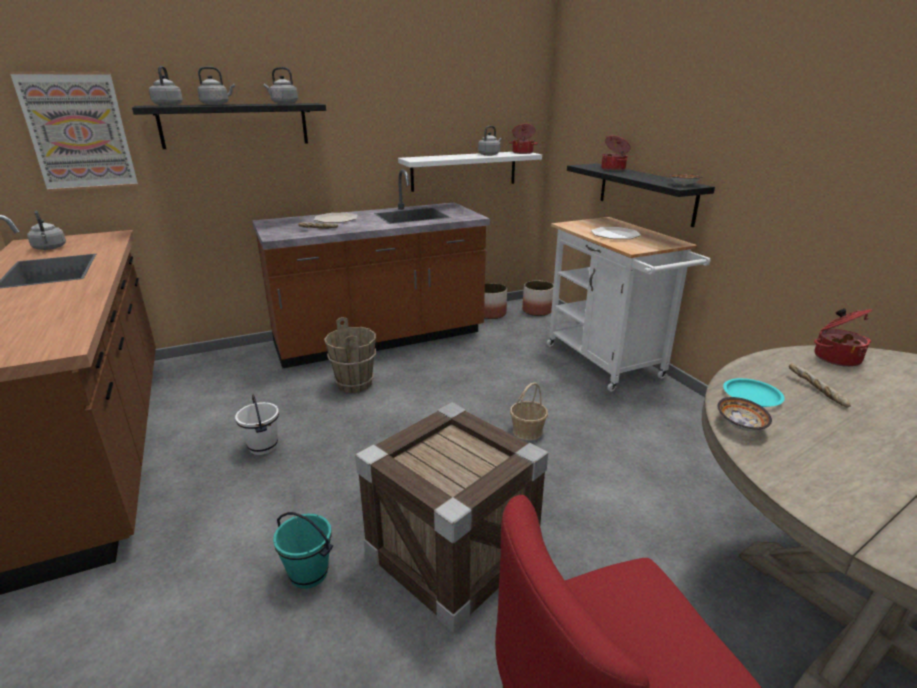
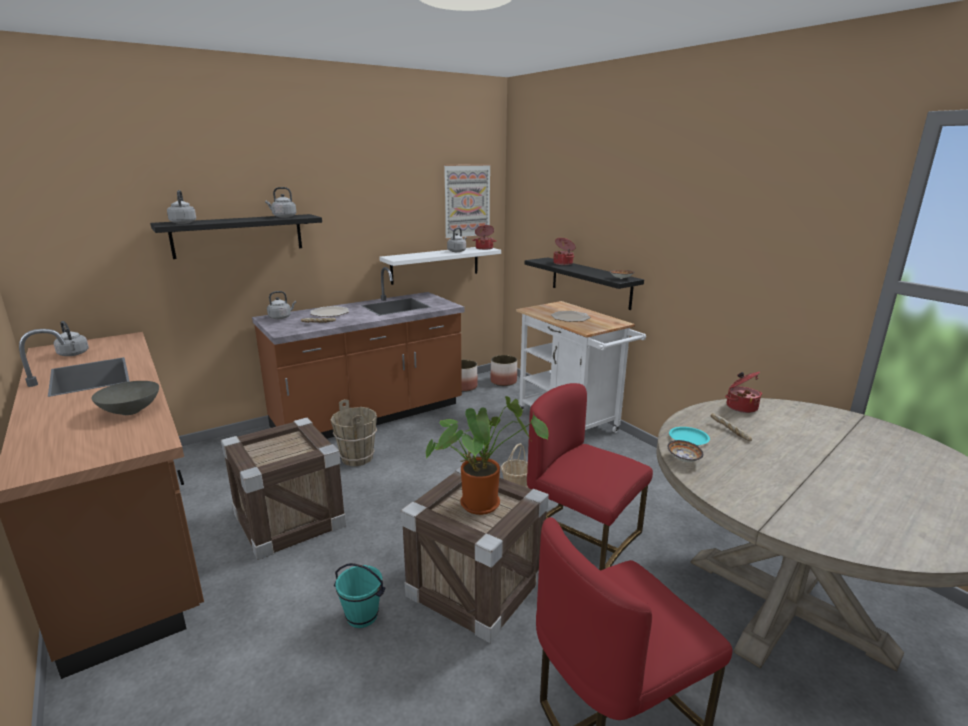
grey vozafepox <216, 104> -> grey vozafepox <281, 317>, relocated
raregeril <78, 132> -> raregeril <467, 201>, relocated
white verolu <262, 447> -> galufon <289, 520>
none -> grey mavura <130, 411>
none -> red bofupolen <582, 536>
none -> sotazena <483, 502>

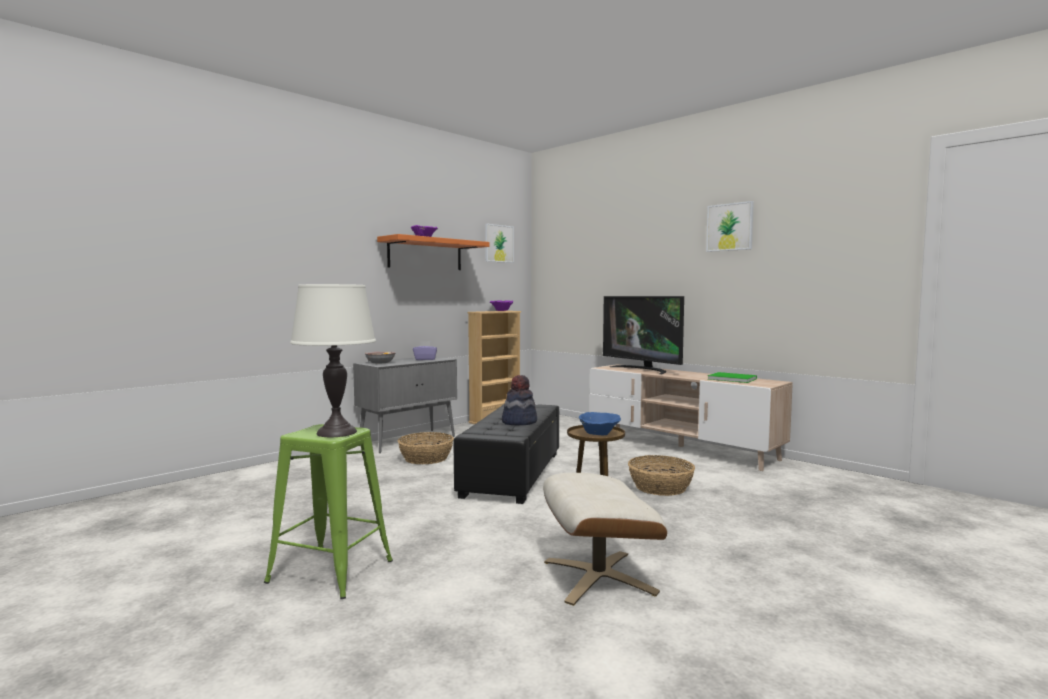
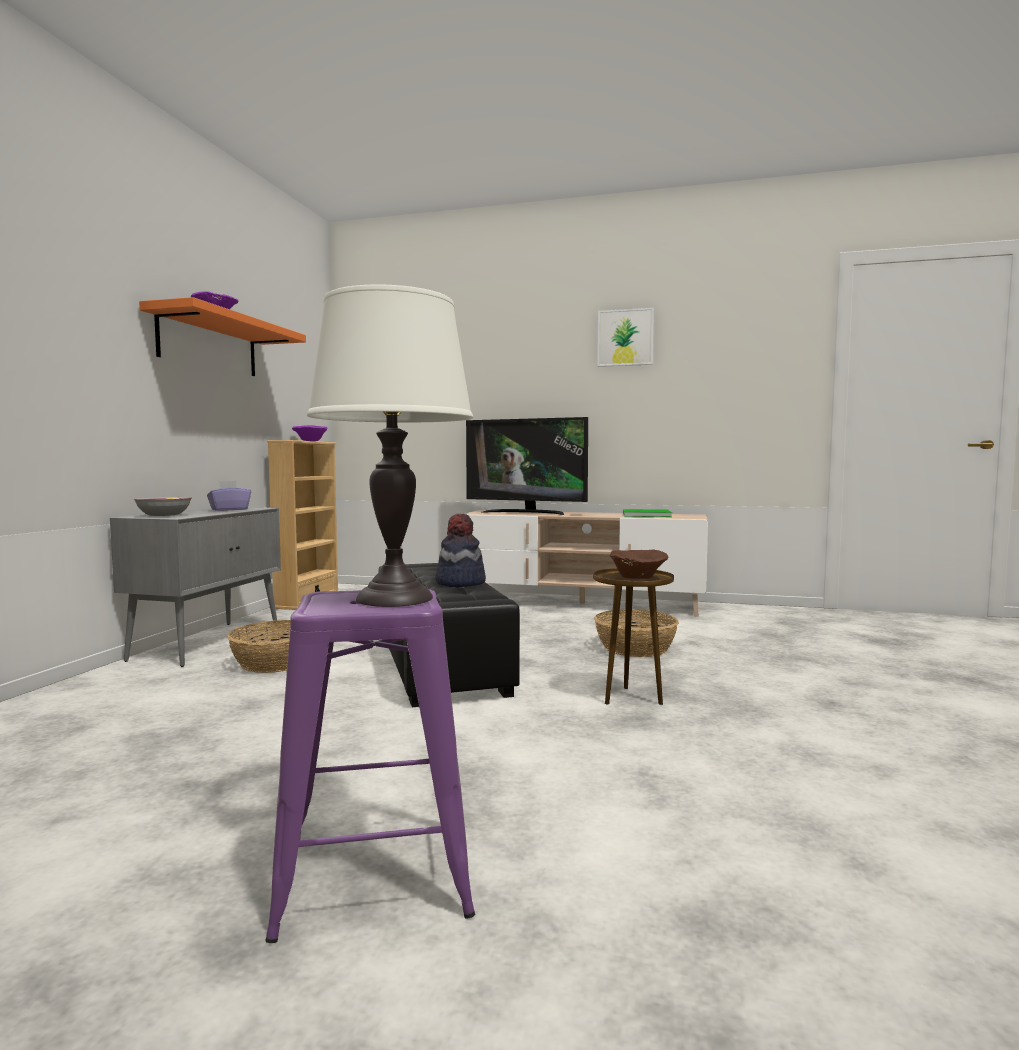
raregeril <498, 243> -> none
blue mavura <599, 434> -> brown mavura <639, 578>
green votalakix <330, 571> -> purple votalakix <372, 875>
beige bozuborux <598, 577> -> none

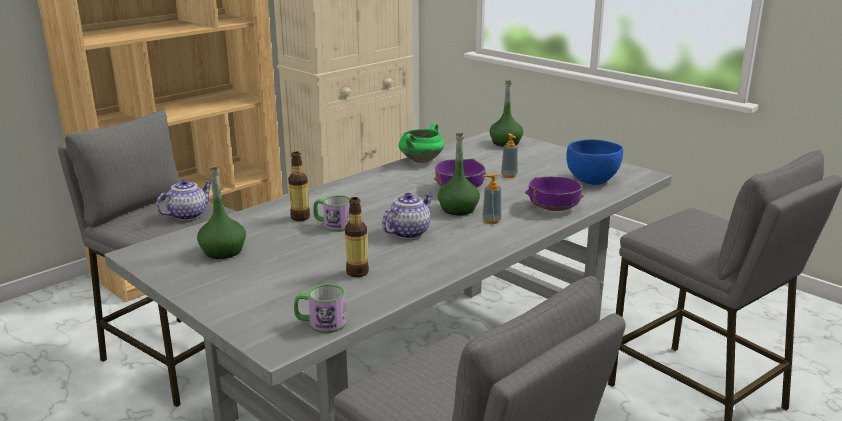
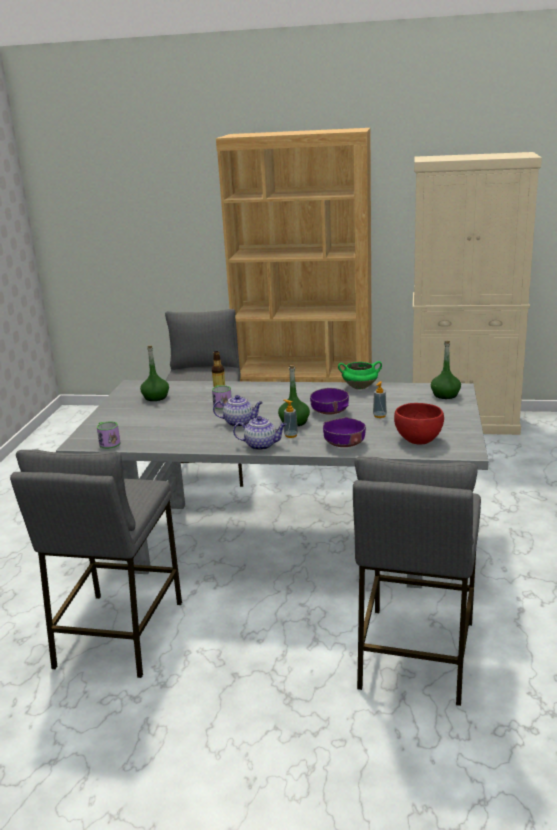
blue mavura <592, 181> -> red mavura <419, 440>
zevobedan <188, 215> -> zevobedan <261, 445>, relocated
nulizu <357, 272> -> none

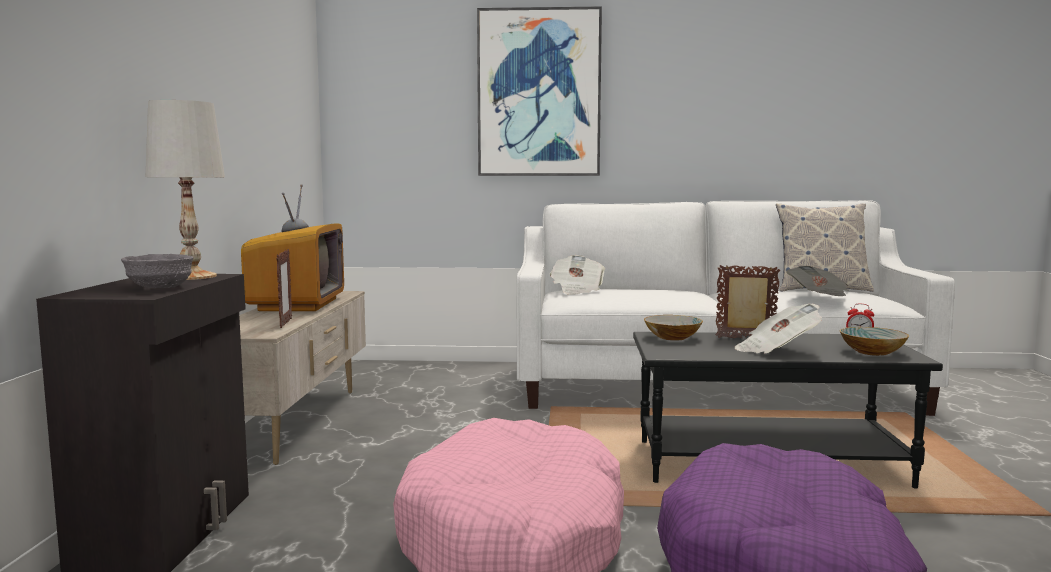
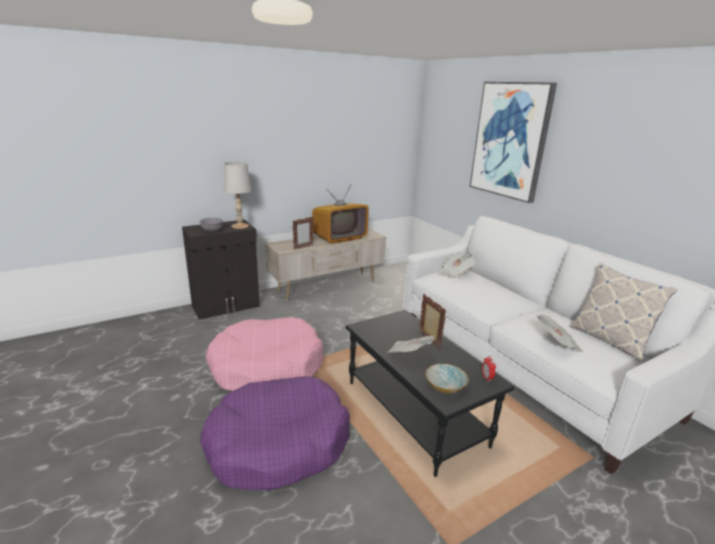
mavura <672, 338> -> none

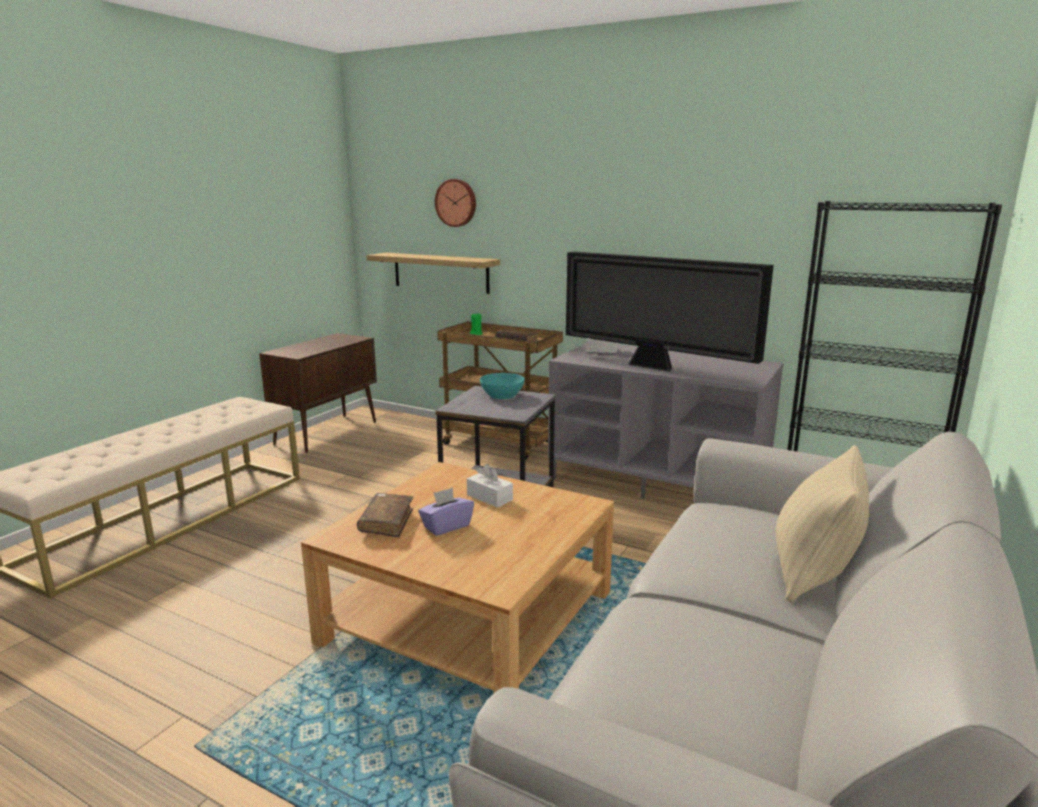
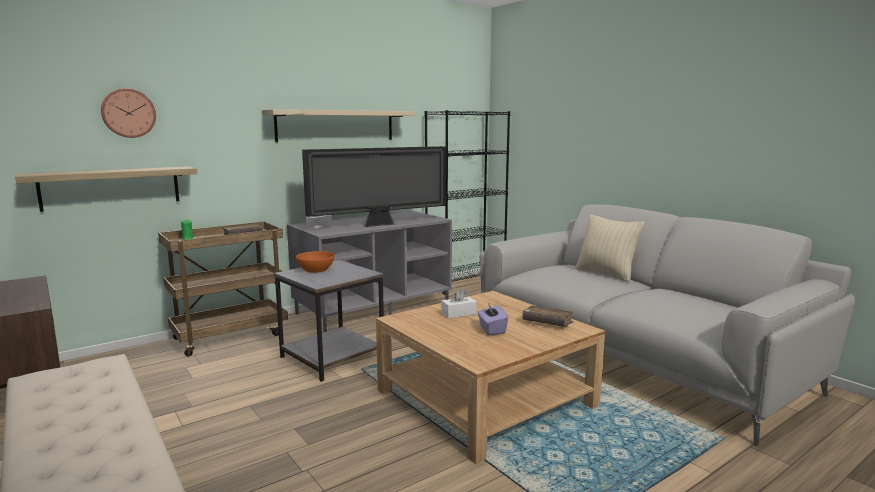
turquoise mavura <502, 395> -> orange mavura <316, 270>
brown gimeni <386, 522> -> brown gimeni <547, 323>, relocated
none -> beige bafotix <336, 125>

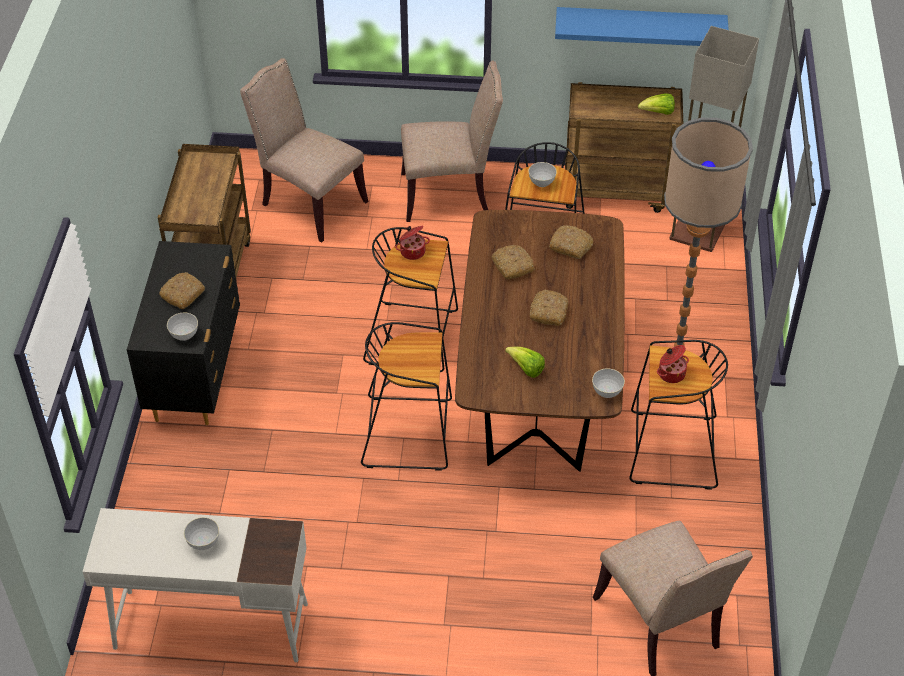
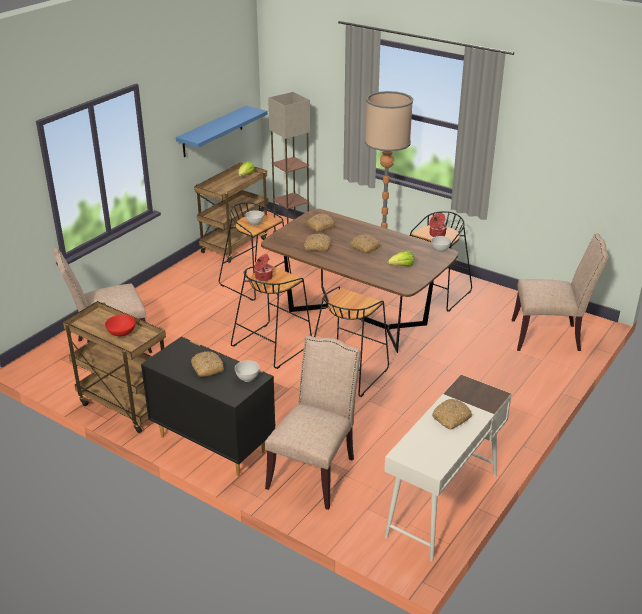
beige bofupolen <449, 194> -> beige bofupolen <314, 471>, relocated
grey mavura <203, 542> -> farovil <451, 418>
none -> red mavura <121, 333>

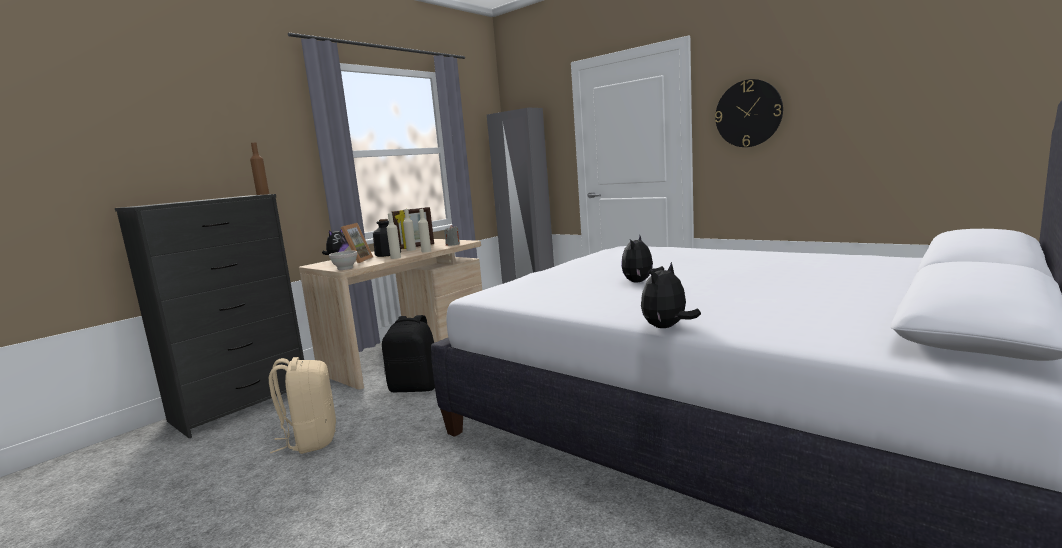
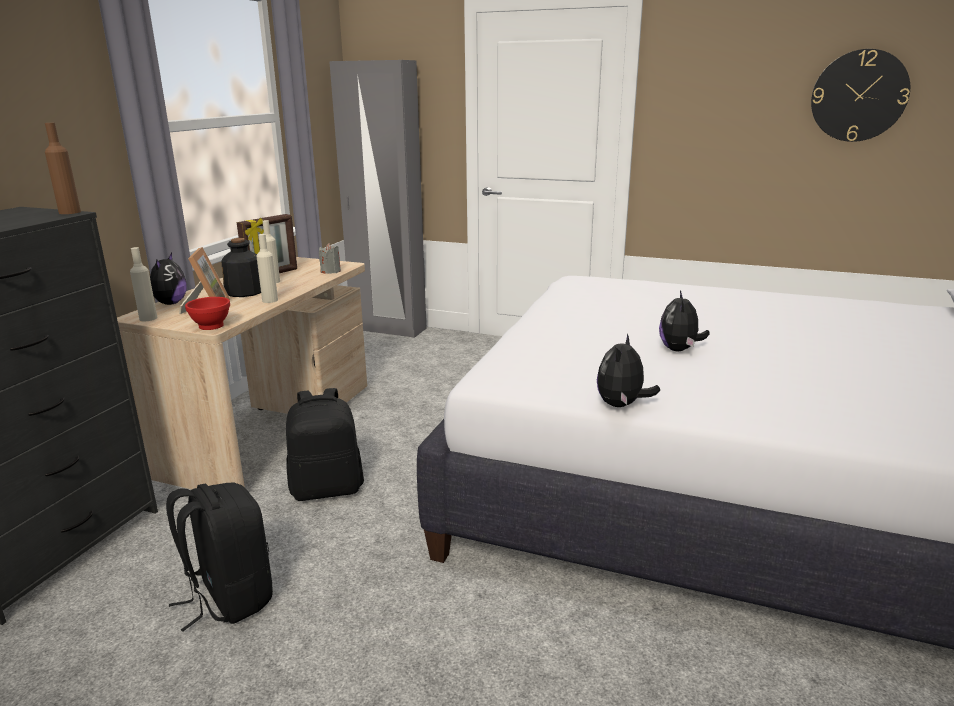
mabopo <748, 113> -> mabopo <859, 96>, relocated
beige nulizu <426, 251> -> beige nulizu <148, 318>, relocated
white mavura <345, 268> -> red mavura <211, 326>
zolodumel <667, 327> -> zolodumel <622, 405>, relocated
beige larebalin <310, 440> -> black larebalin <229, 598>

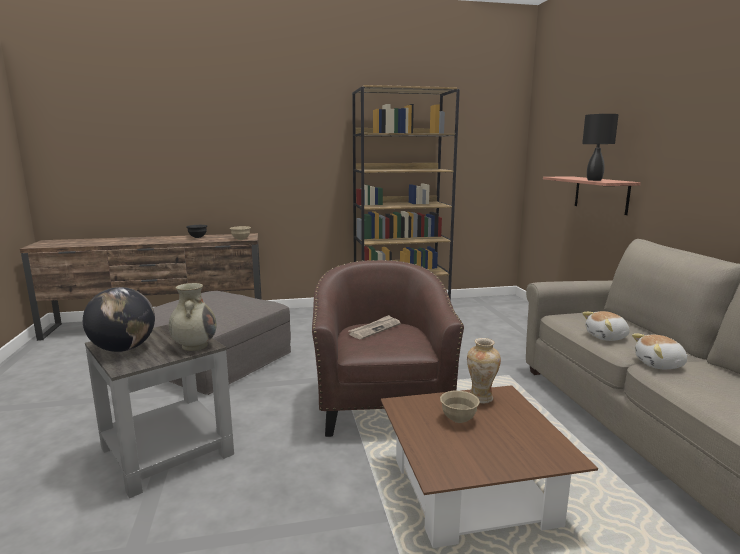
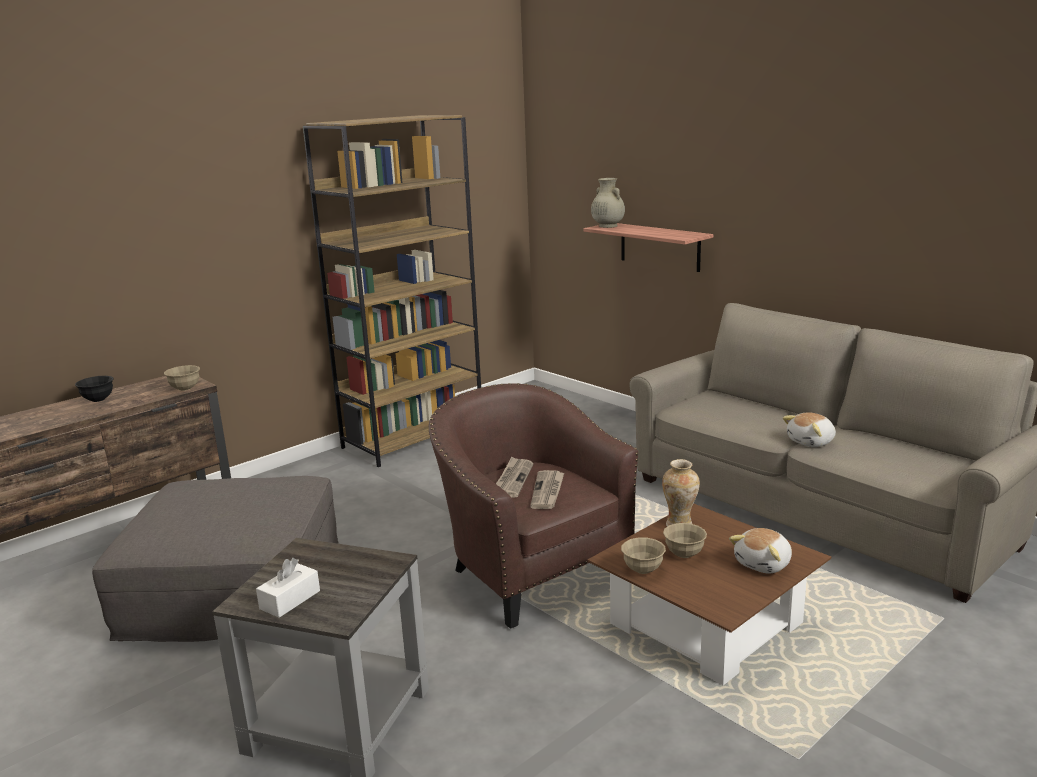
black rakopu <594, 180> -> none
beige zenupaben <194, 345> -> beige zenupaben <607, 226>, relocated
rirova <124, 349> -> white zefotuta <290, 600>
zolodumel <607, 337> -> zolodumel <764, 564>, relocated
none -> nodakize <548, 491>
none -> beige mavura <643, 570>

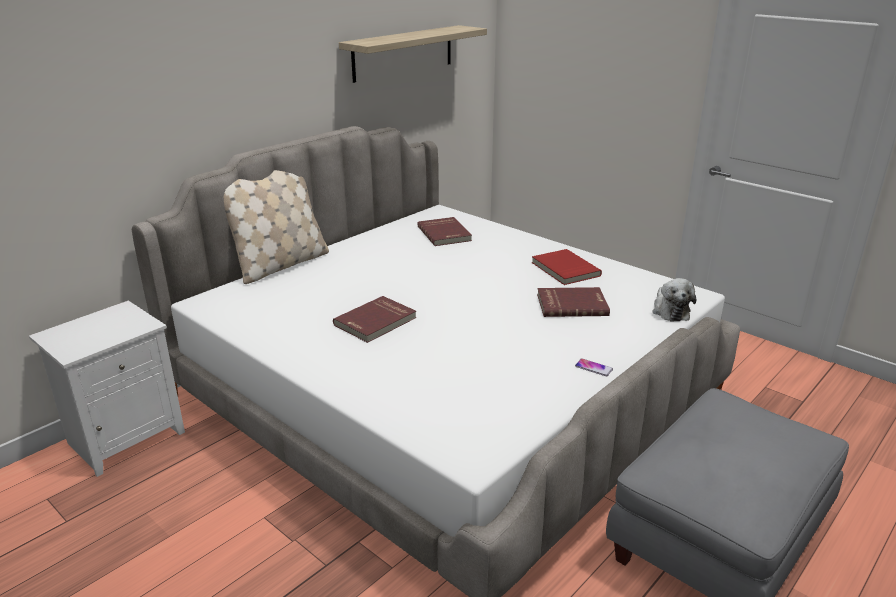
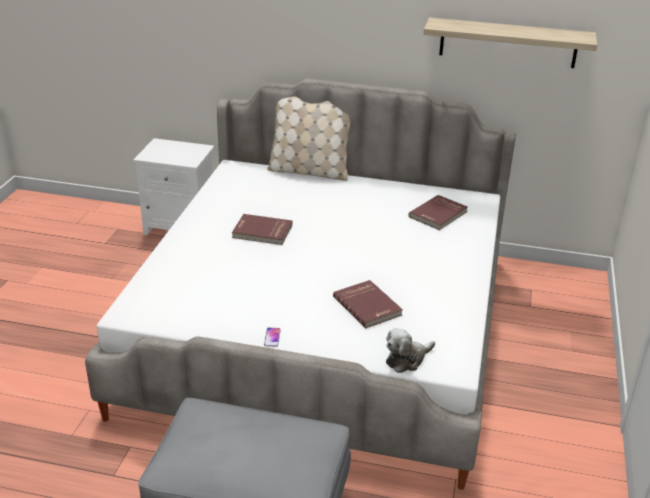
red gimeni <564, 269> -> none

